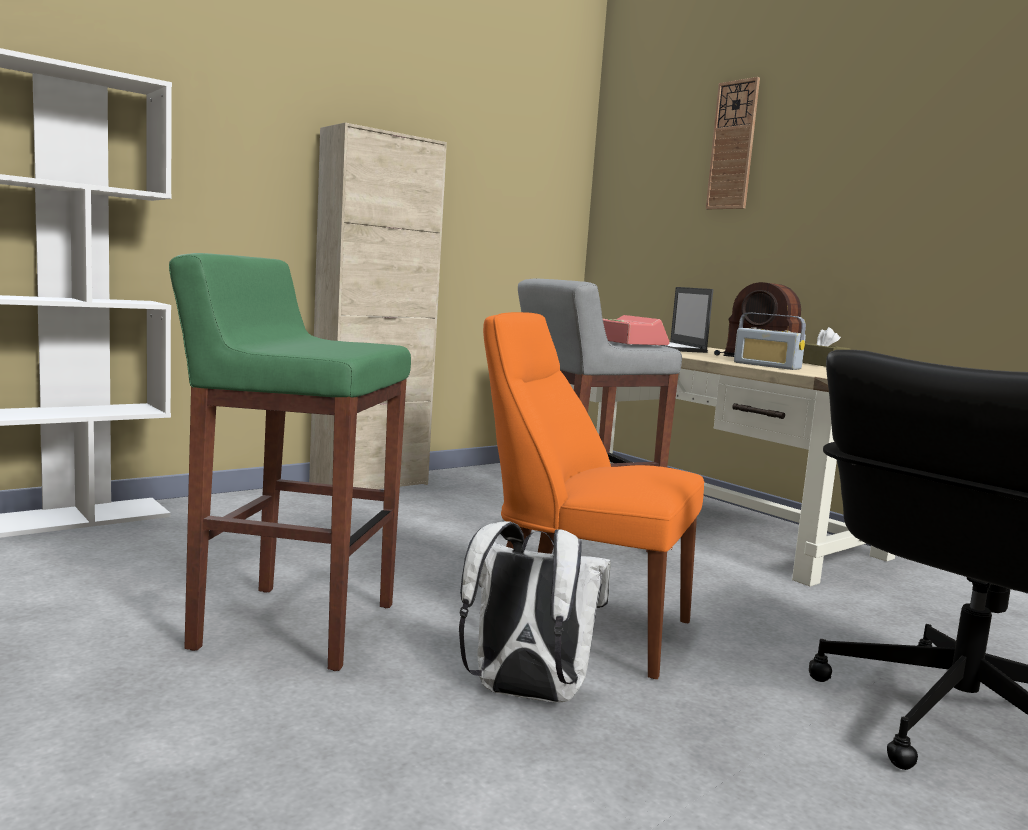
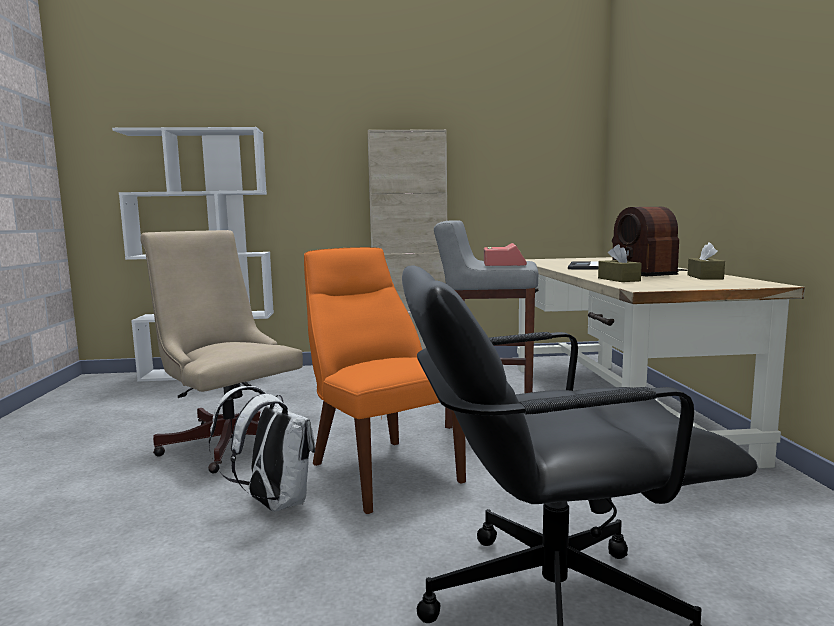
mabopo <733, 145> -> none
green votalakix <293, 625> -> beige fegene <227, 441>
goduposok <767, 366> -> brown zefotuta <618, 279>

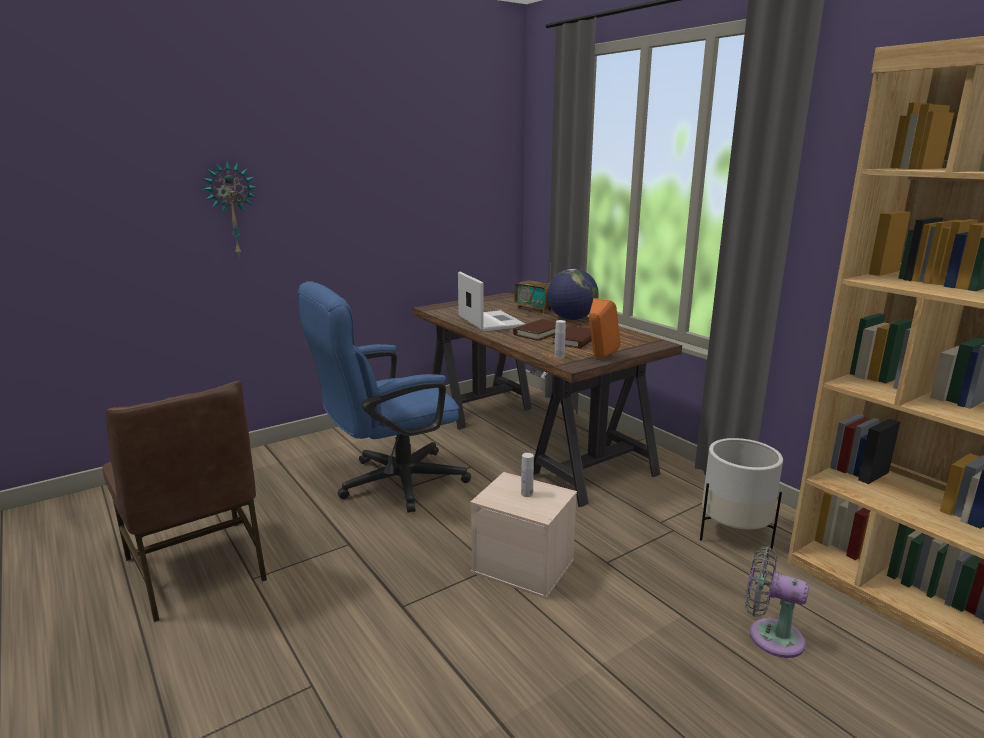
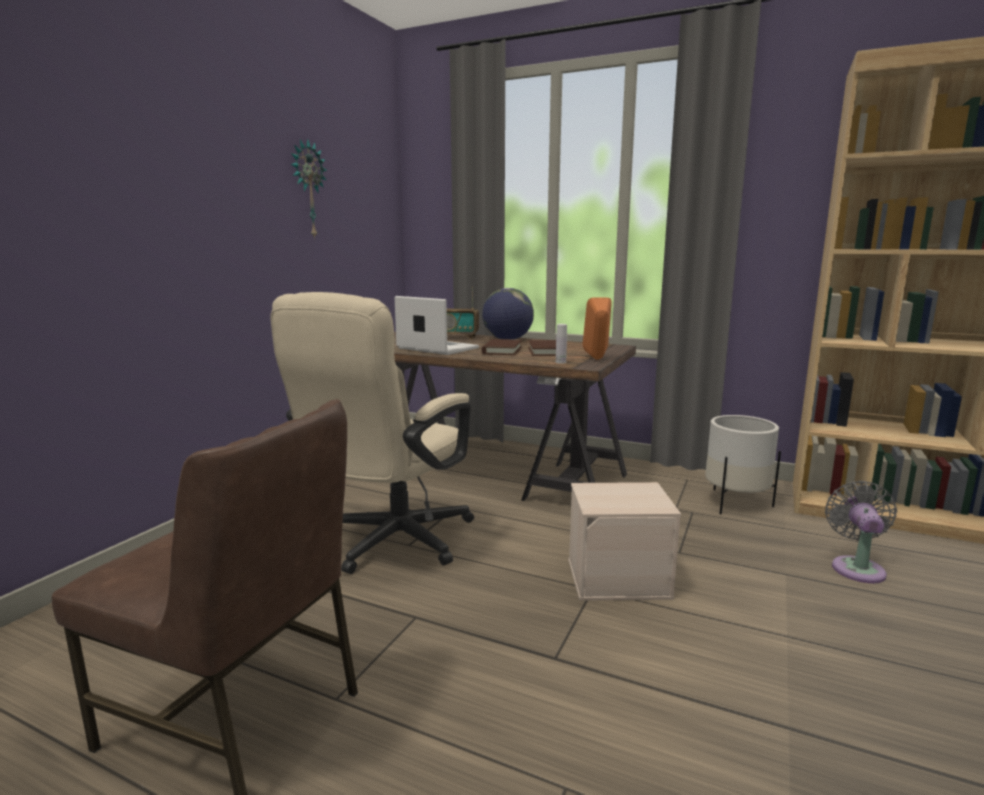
mabopo <231, 209> -> mabopo <307, 190>, relocated
blue fegene <390, 484> -> beige fegene <389, 544>
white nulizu <527, 494> -> none
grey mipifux <770, 636> -> grey mipifux <856, 567>, 105 degrees clockwise

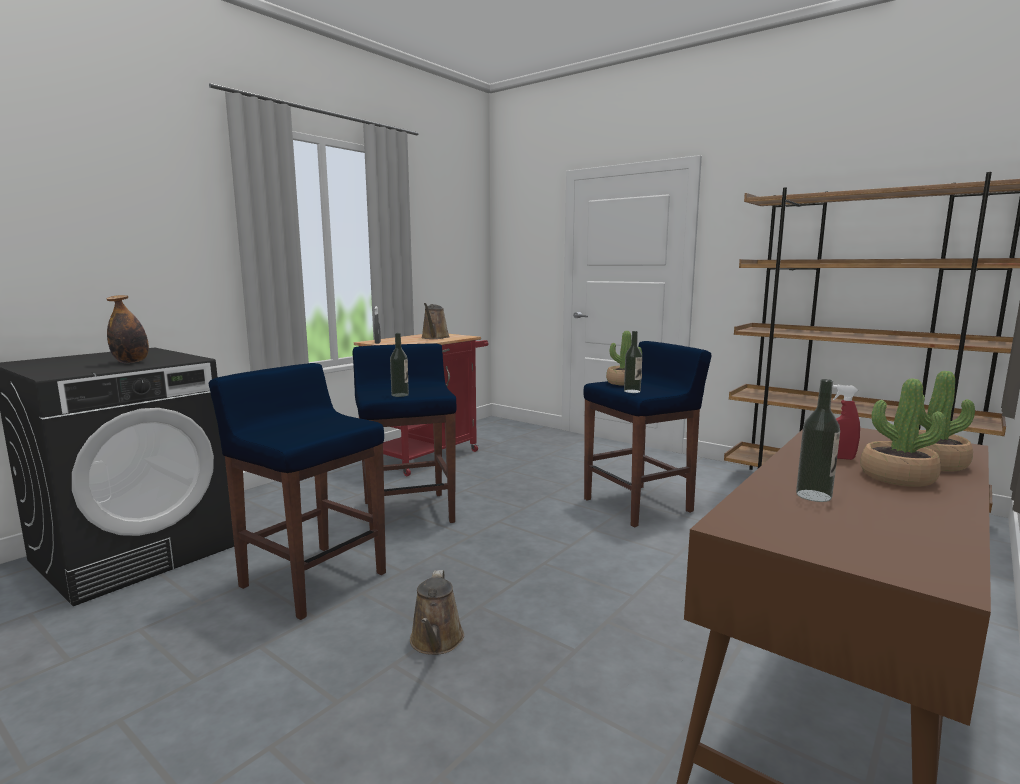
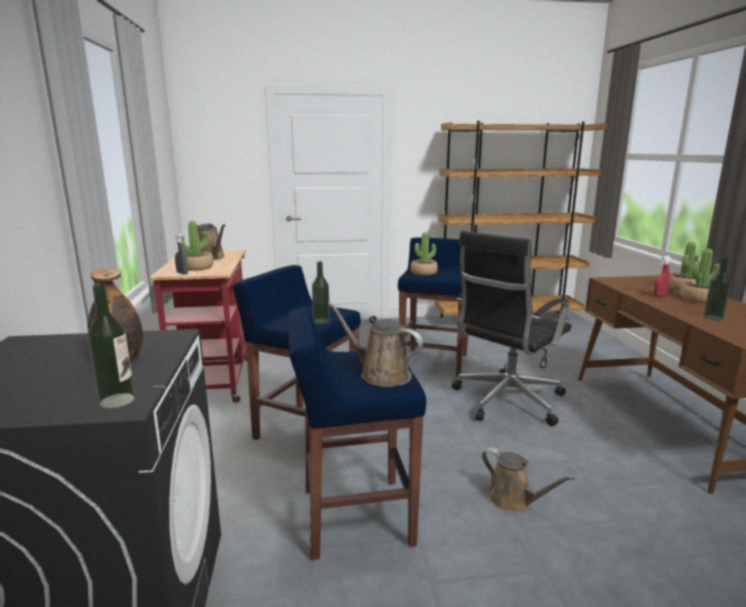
nulizu <632, 391> -> nulizu <117, 401>, relocated
none -> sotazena <197, 267>
none -> black fegene <506, 401>
none -> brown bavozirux <380, 374>

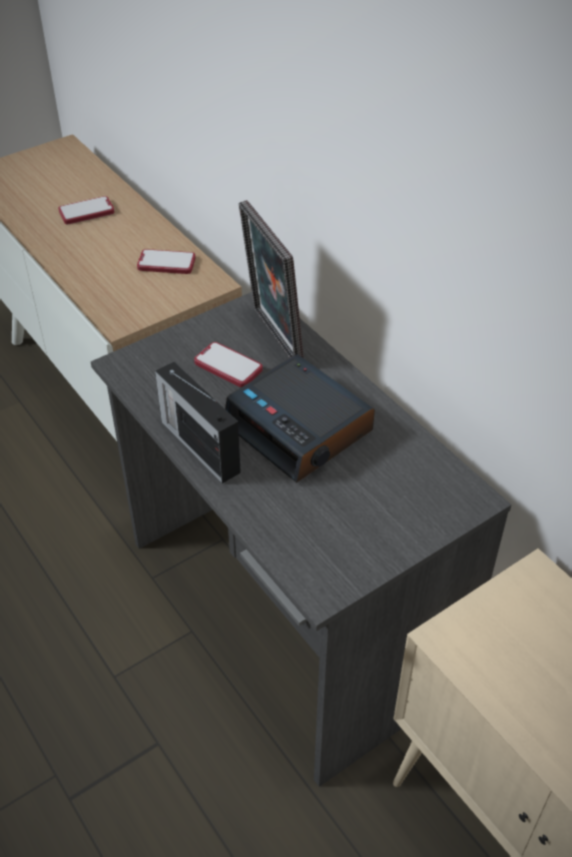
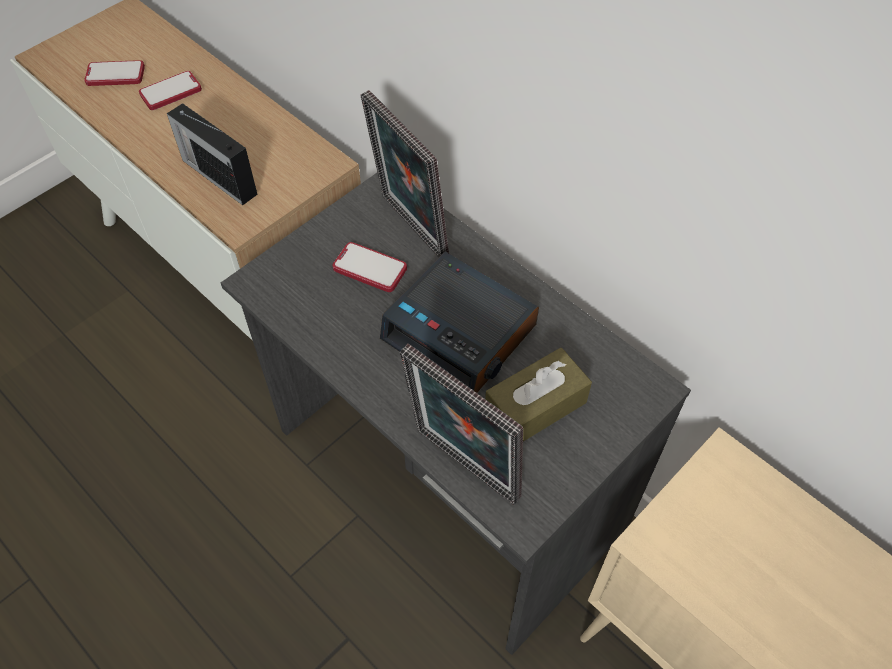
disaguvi <166, 263> -> disaguvi <115, 75>, relocated
goduposok <199, 445> -> goduposok <218, 176>, relocated
none -> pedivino <462, 469>
none -> brown zefotuta <535, 407>

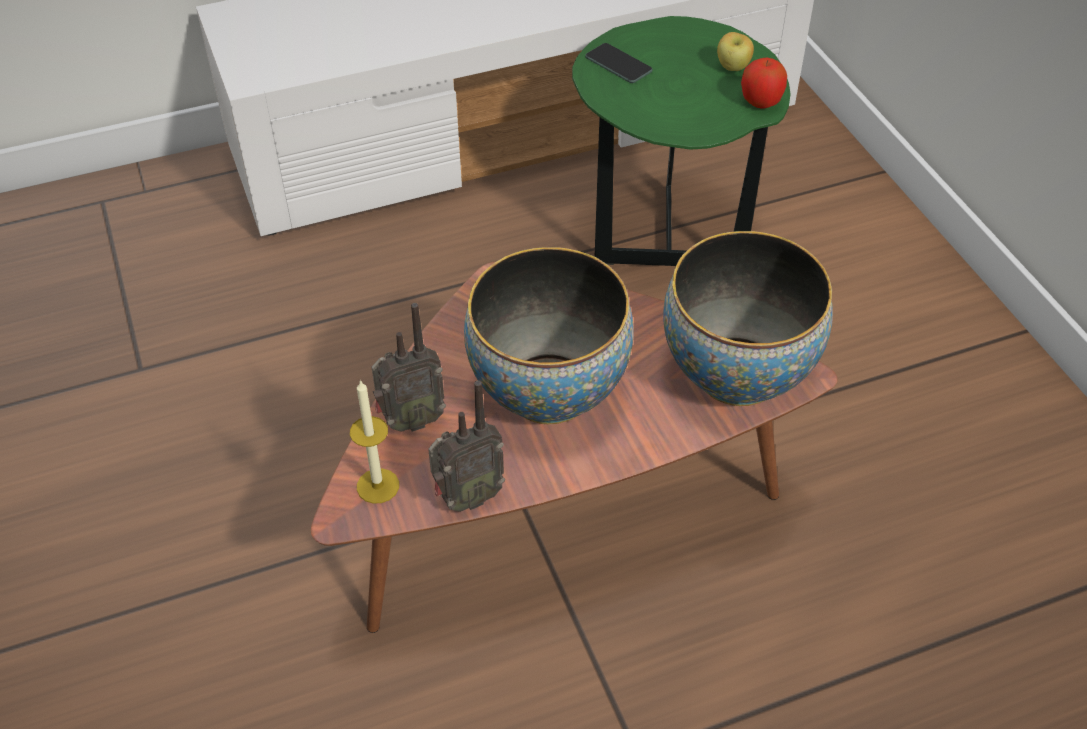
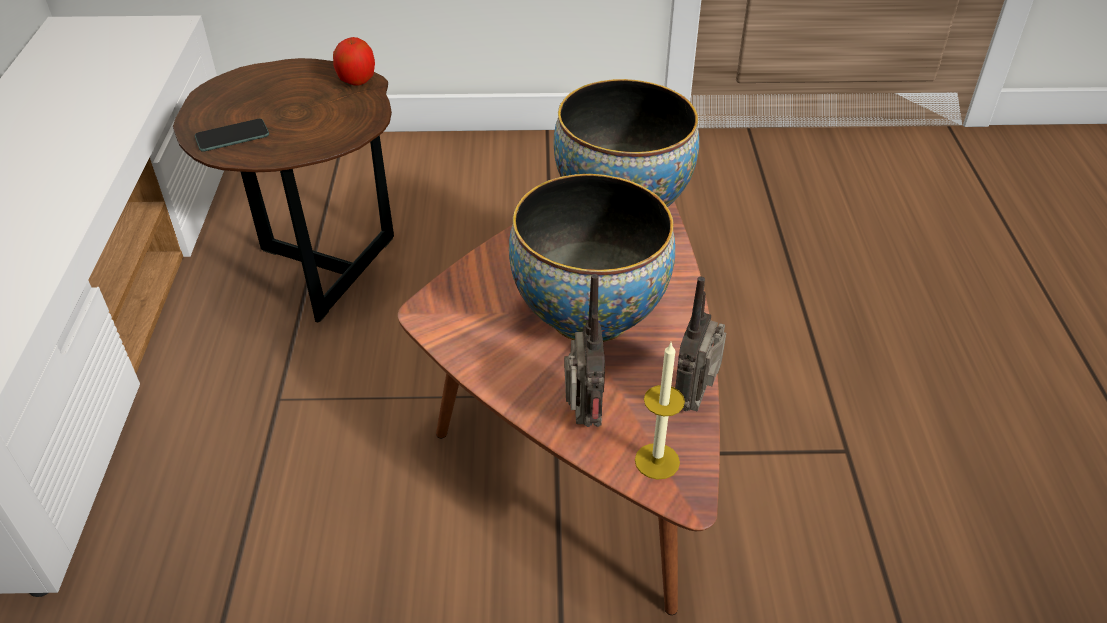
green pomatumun <666, 235> -> brown pomatumun <319, 268>
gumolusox <733, 68> -> none
goduposok <466, 498> -> goduposok <695, 399>, 150 degrees counterclockwise

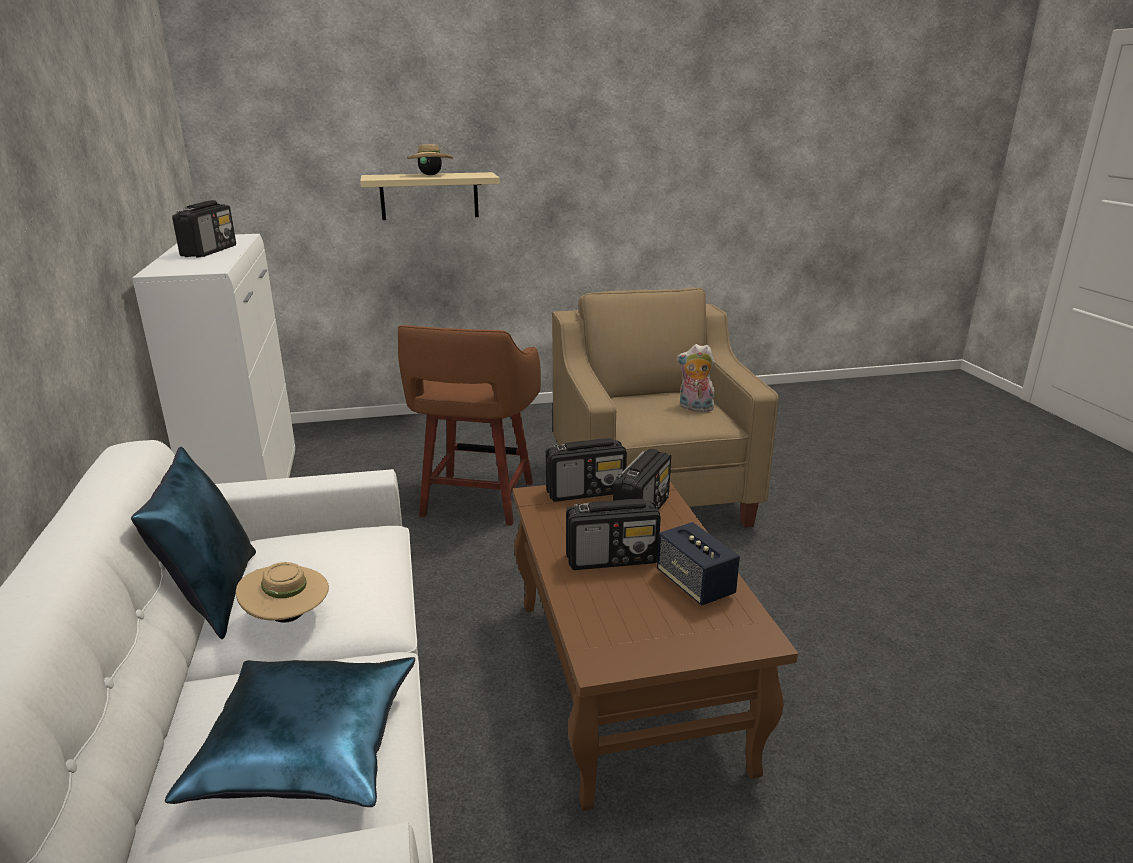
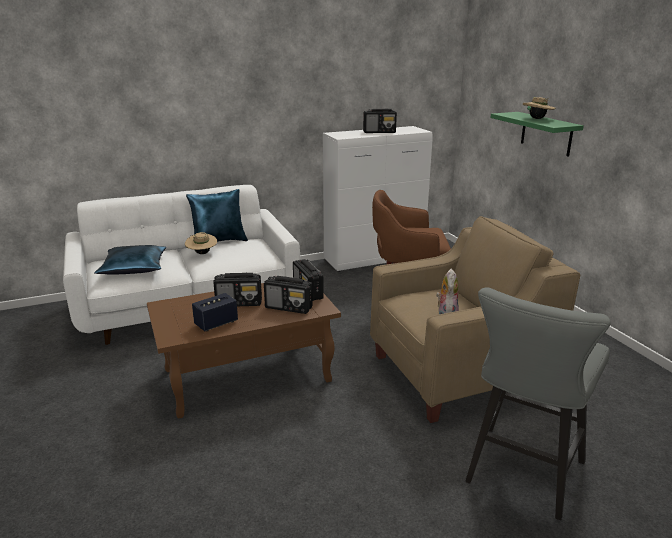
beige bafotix <429, 196> -> green bafotix <546, 133>
goduposok <612, 559> -> goduposok <239, 303>, 75 degrees counterclockwise
none -> grey votalakix <521, 476>

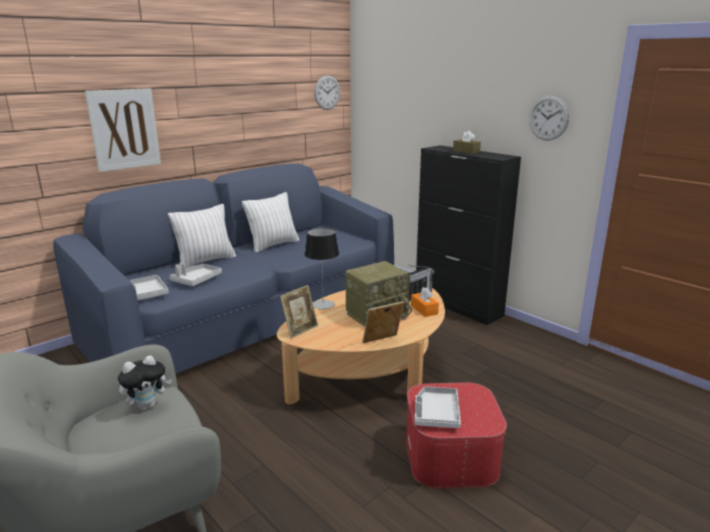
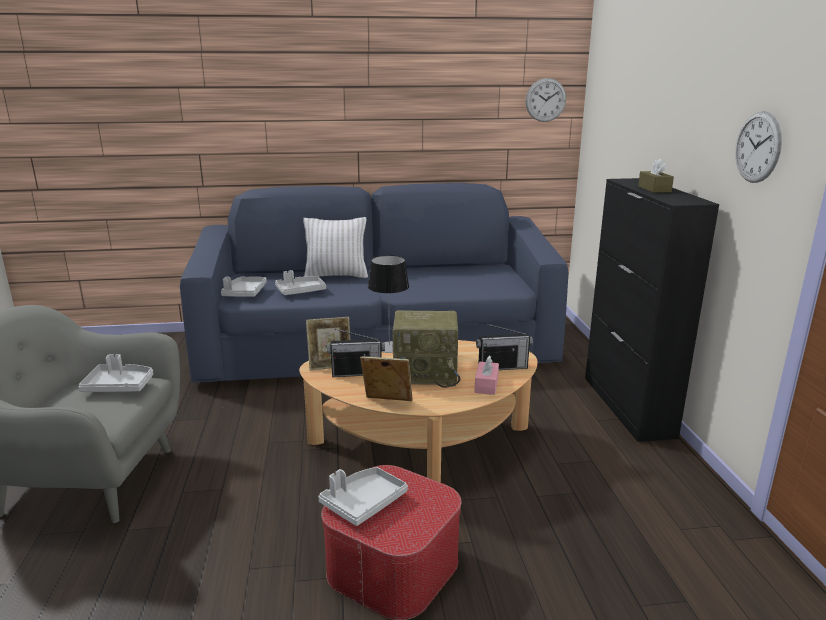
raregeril <124, 129> -> none
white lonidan <273, 245> -> none
orange zefotuta <424, 310> -> pink zefotuta <486, 385>
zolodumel <147, 405> -> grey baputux <119, 386>
none -> goduposok <356, 373>

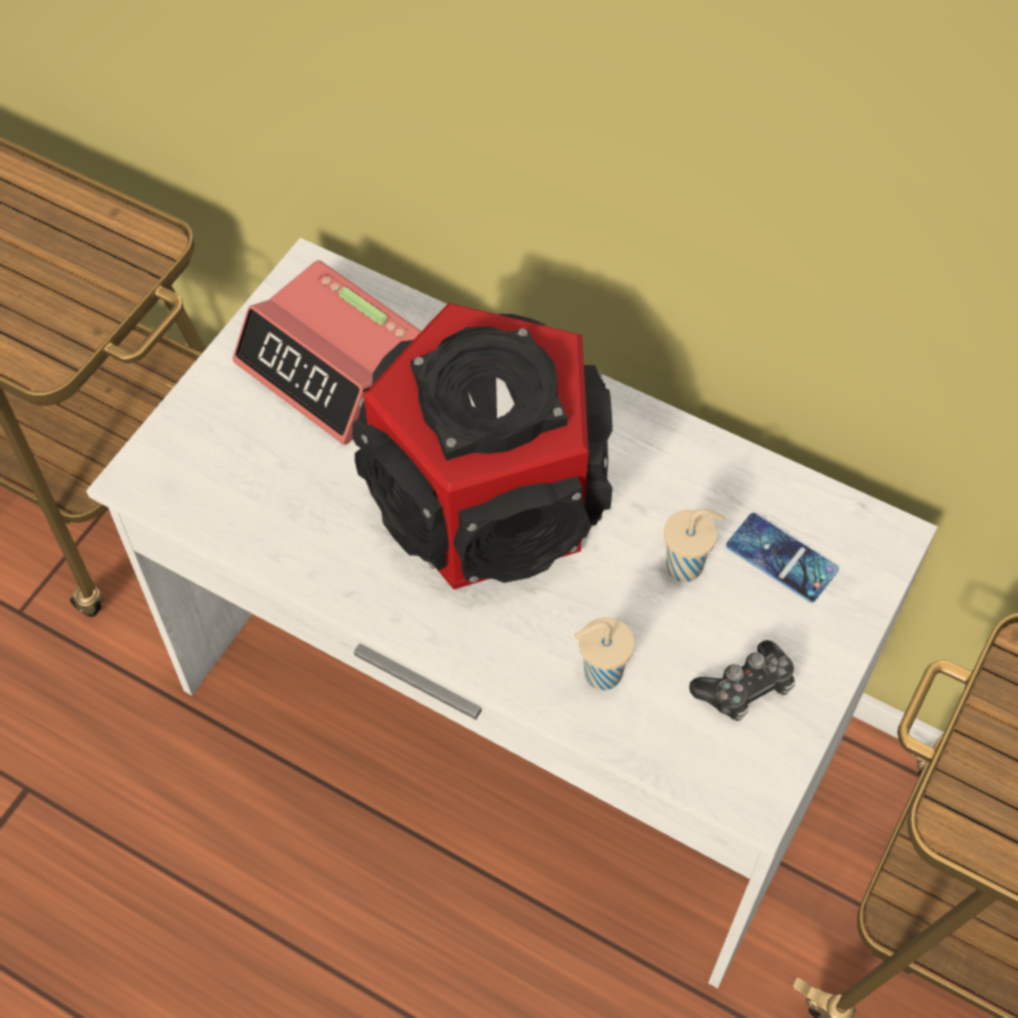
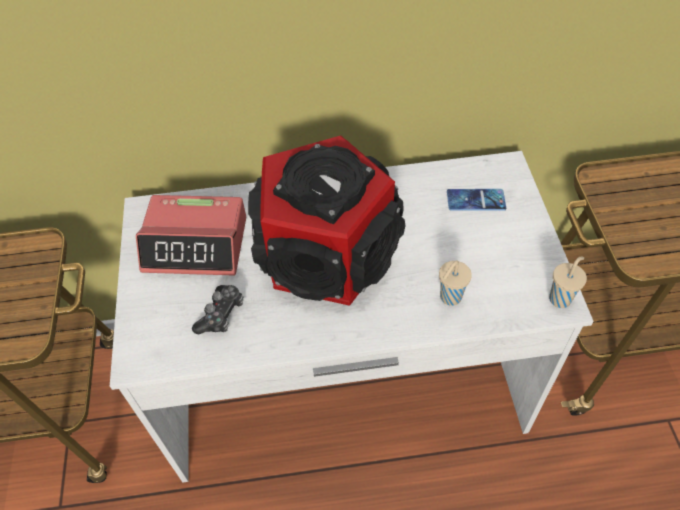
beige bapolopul <686, 566> -> beige bapolopul <560, 298>, relocated
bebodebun <745, 688> -> bebodebun <221, 314>, relocated

